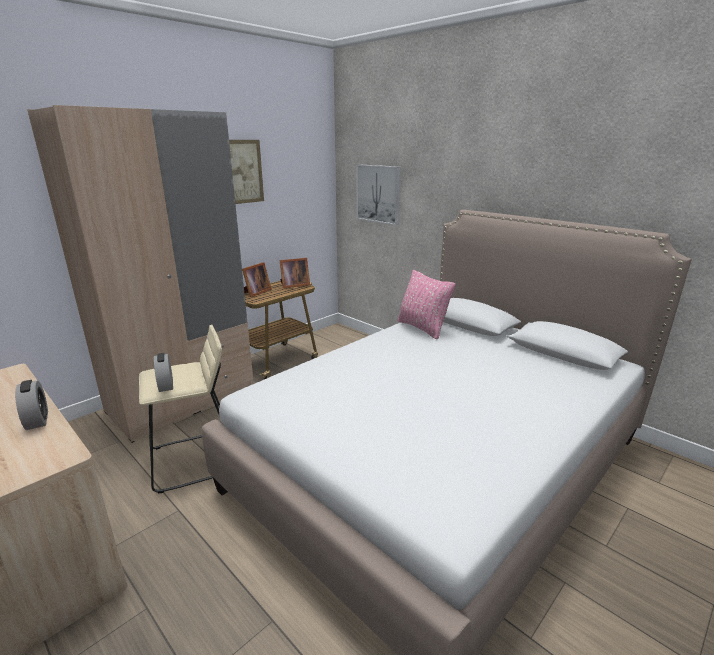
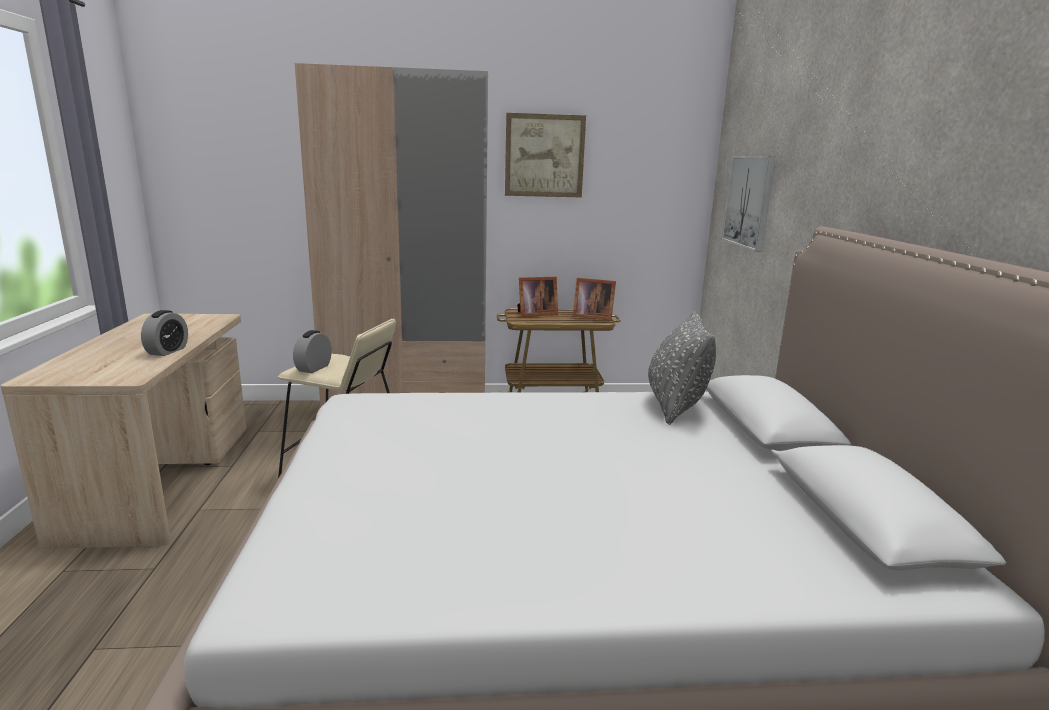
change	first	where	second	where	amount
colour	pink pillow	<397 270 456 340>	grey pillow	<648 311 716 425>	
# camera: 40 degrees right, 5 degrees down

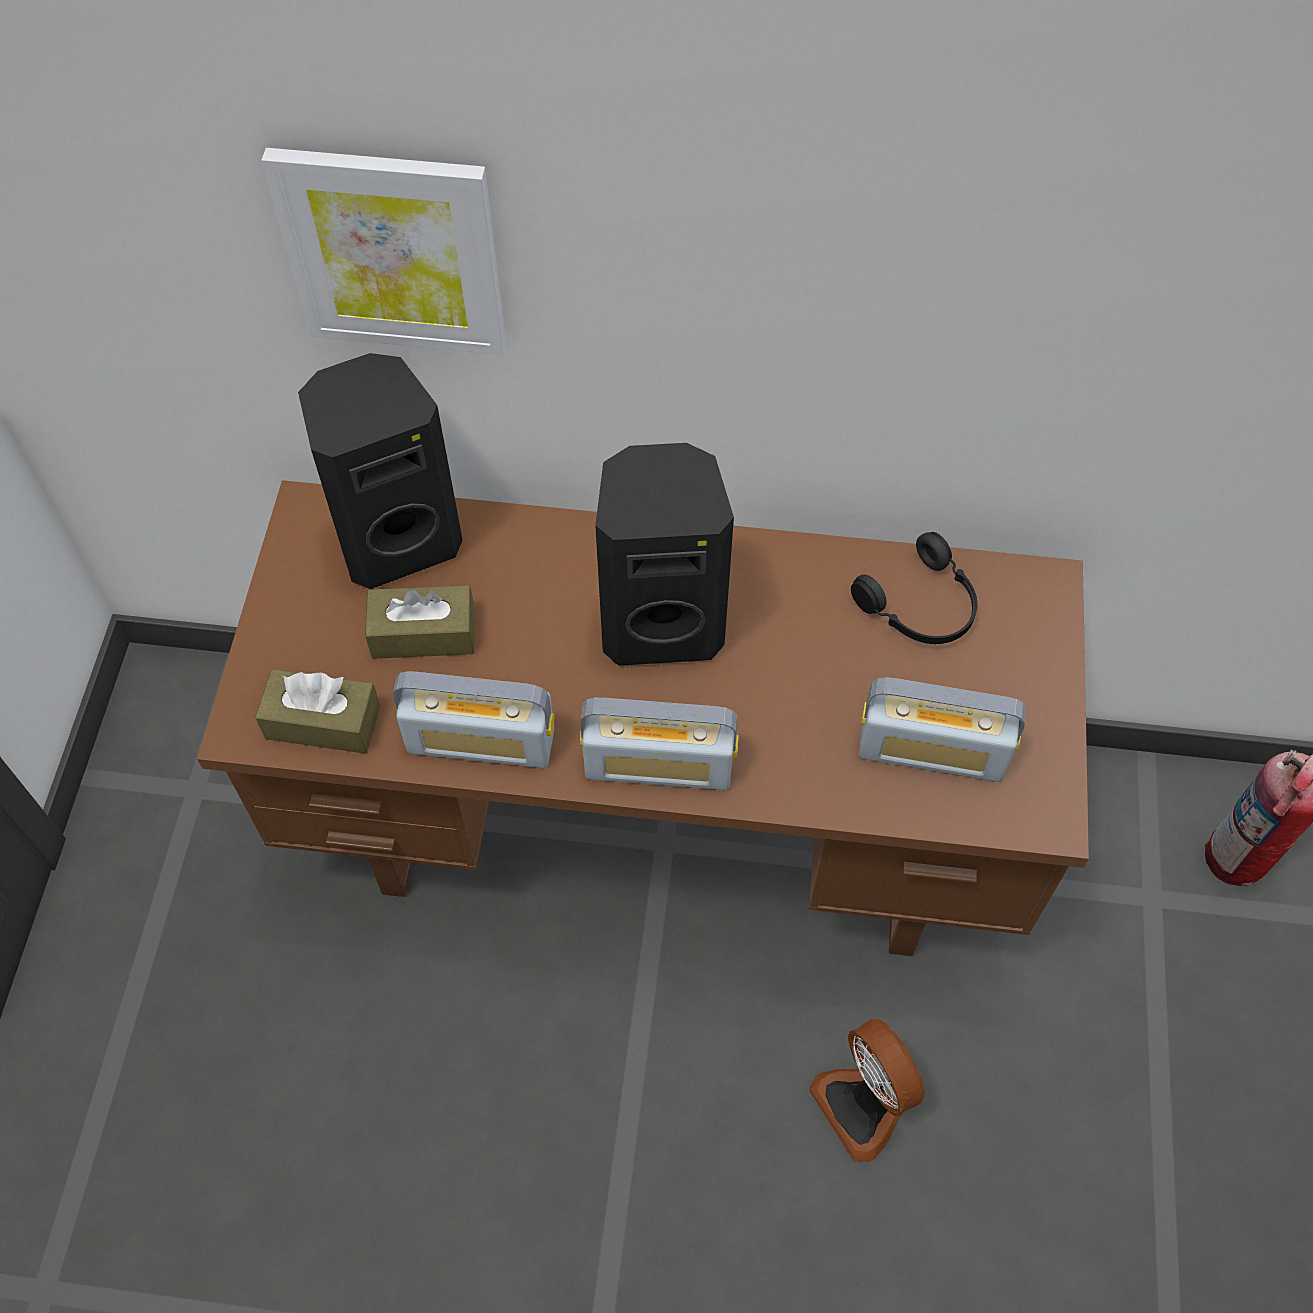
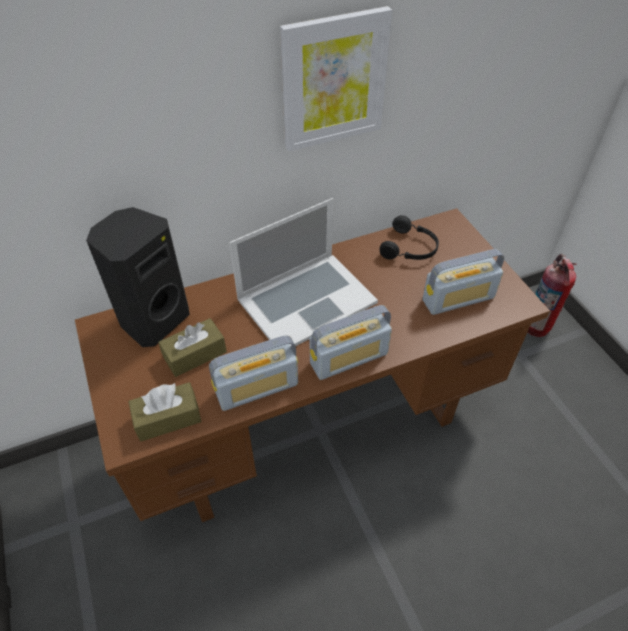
change	first	where	second	where	amount
relocated	picture	<261 148 507 355>		<280 6 392 151>	
exchanged	black speaker	<595 443 734 666>	laptop	<229 198 378 346>	
missing	fan	<809 1019 925 1162>			
# camera: 30 degrees left, 10 degrees down

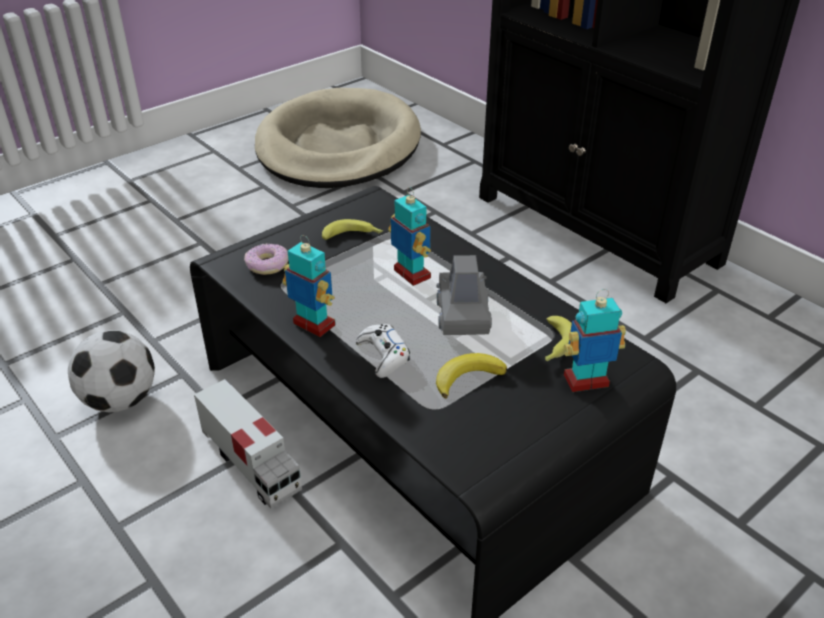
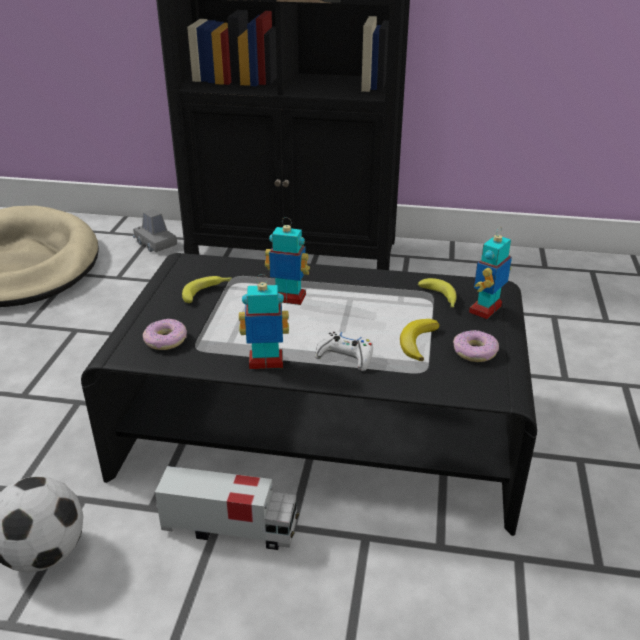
change	first	where	second	where	amount
relocated	grey toy car	<437 255 492 335>		<133 209 177 252>	
appeared			donut	<453 330 499 362>	
# camera: 40 degrees left, 5 degrees down

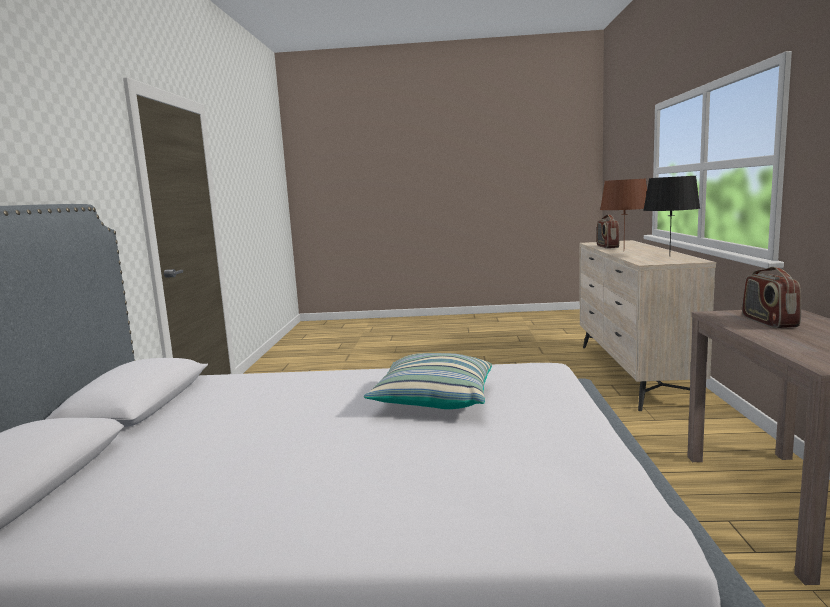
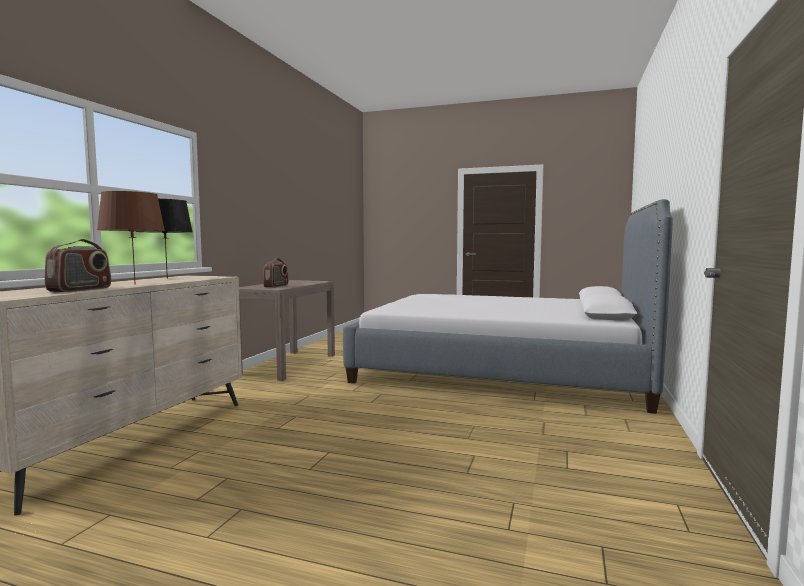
change	first	where	second	where	amount
missing	pillow	<364 353 492 409>			
# camera: 165 degrees left, 5 degrees down

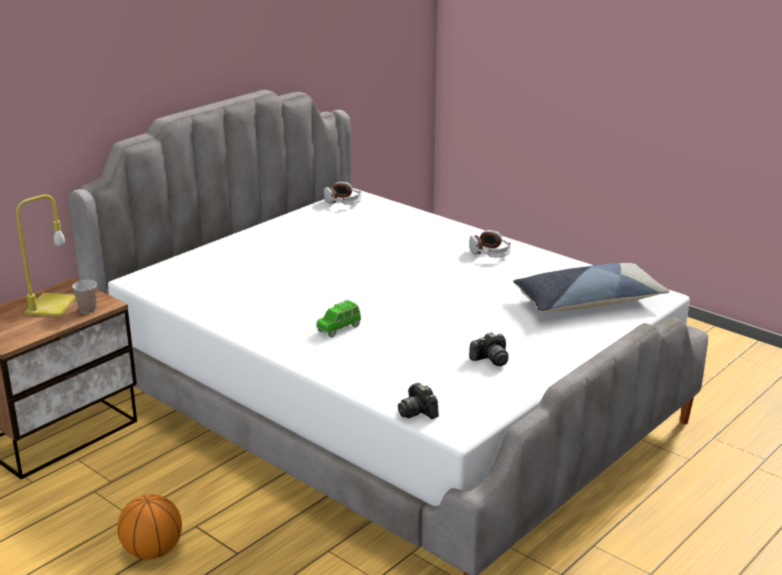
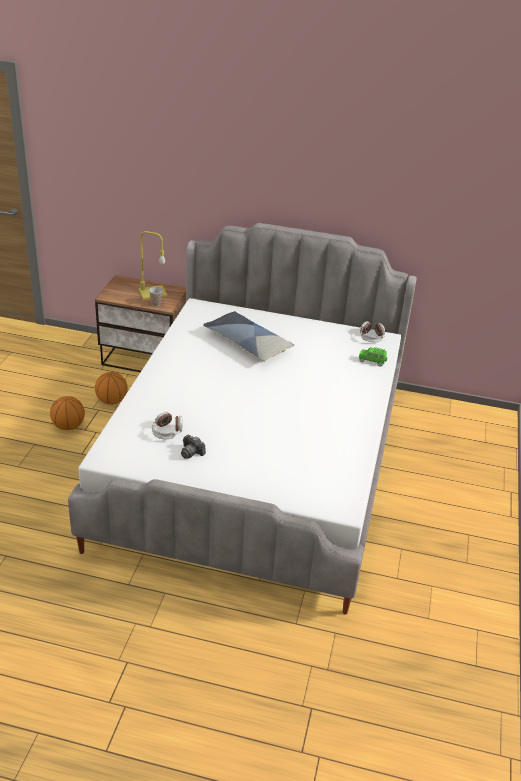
change	first	where	second	where	amount
relocated	headphones	<469 230 511 257>		<152 412 183 439>	
relocated	pillow	<513 263 670 312>		<203 311 294 362>	
relocated	green toy car	<316 300 361 337>		<359 347 387 367>	
missing	photo camera	<398 383 439 419>			
appeared			basketball	<95 372 128 405>	
# camera: 60 degrees right, 10 degrees up

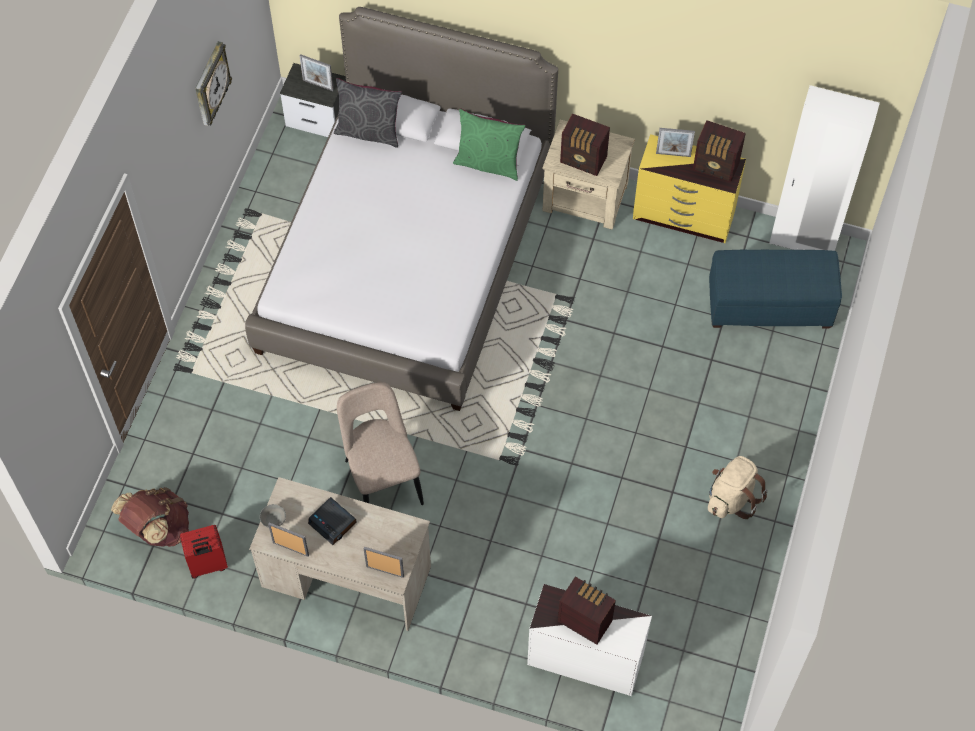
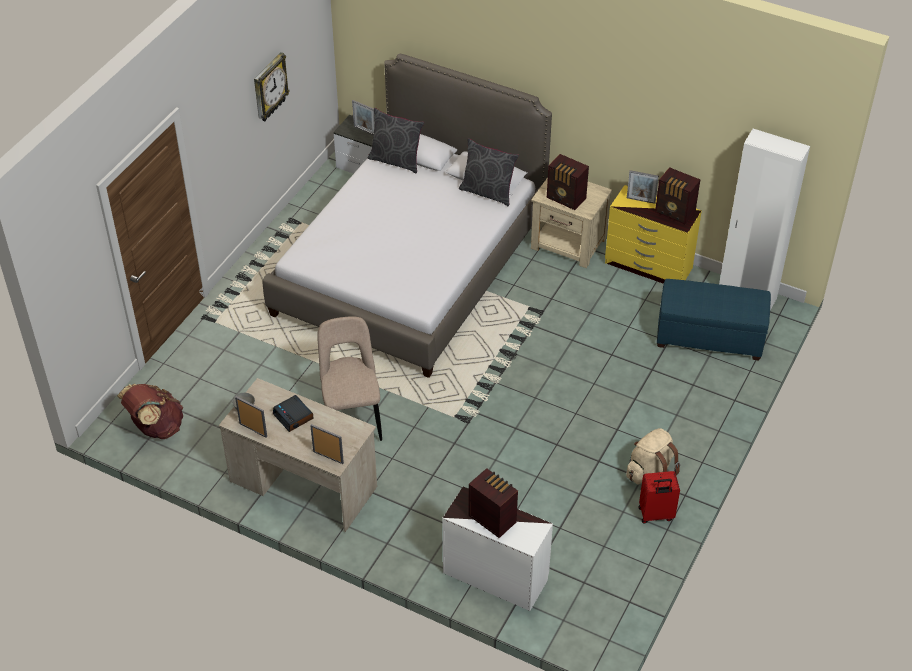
change	first	where	second	where	amount
colour	green pillow	<453 108 526 181>	grey pillow	<459 138 519 206>	
relocated	red suitcase	<180 525 228 579>		<638 471 680 524>	
# camera: 10 degrees right, 15 degrees down

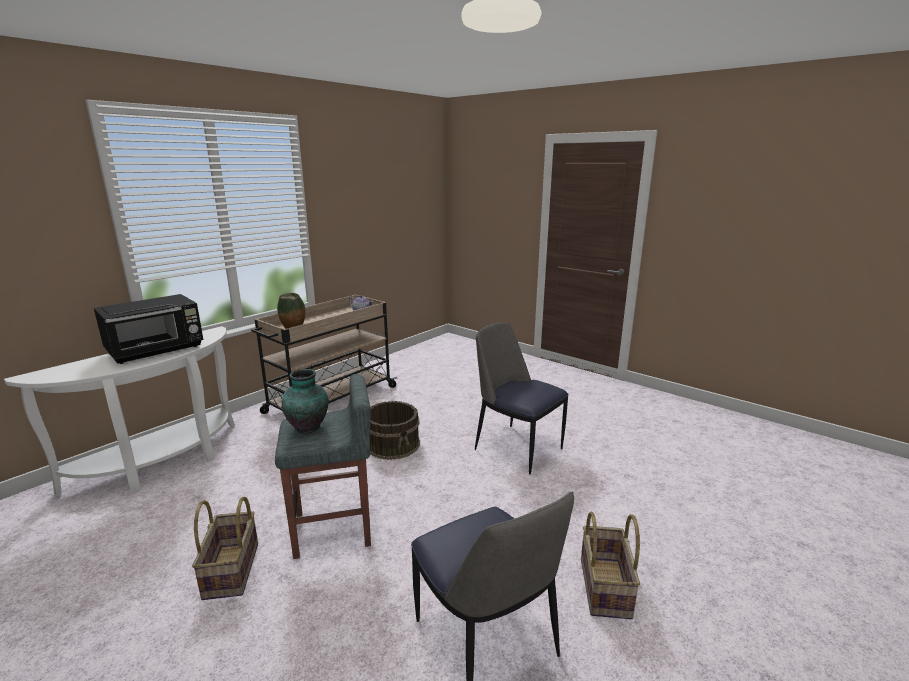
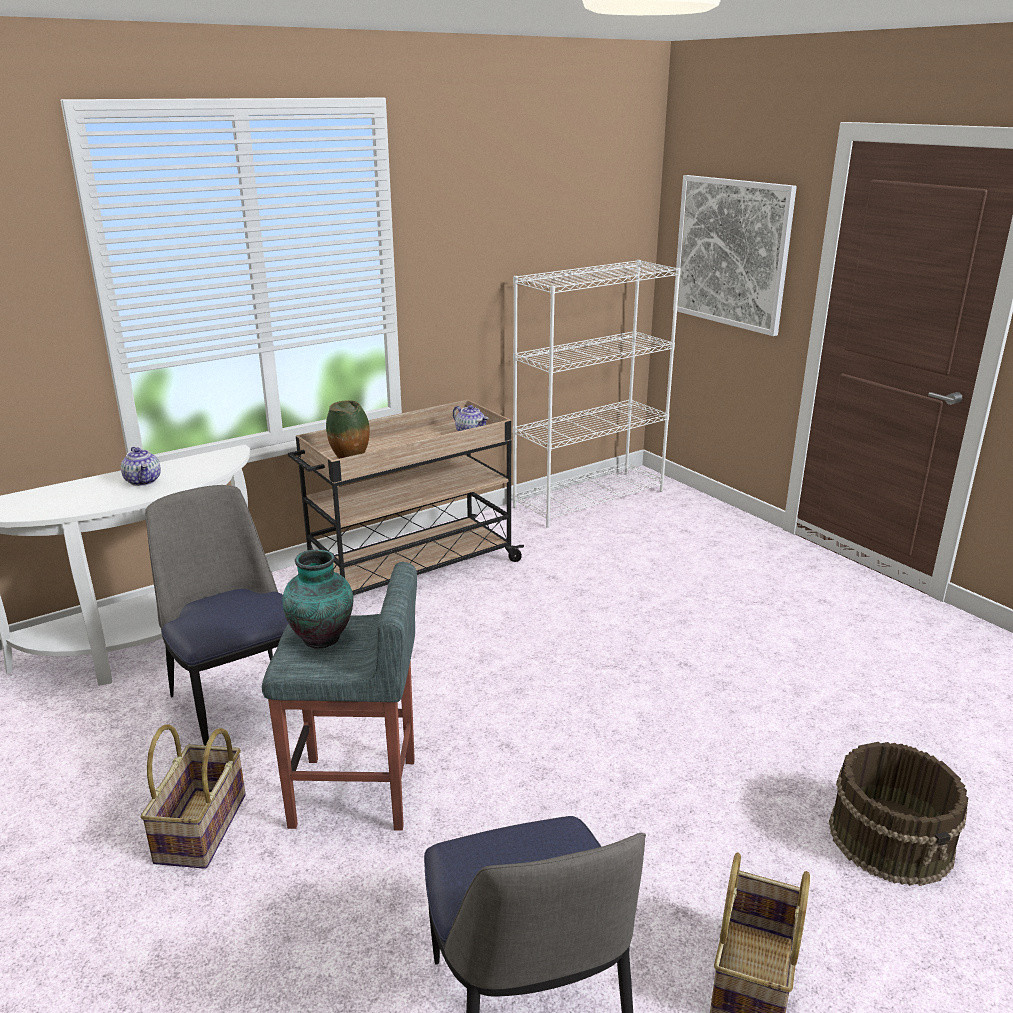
change	first	where	second	where	amount
exchanged	black microwave	<94 294 203 364>	teapot	<121 447 161 486>	
relocated	chair	<475 322 569 475>		<145 485 288 745>	
relocated	brown bucket	<370 401 420 460>		<829 742 968 886>	
appeared			picture	<673 175 797 336>	
appeared			white bookcase	<513 260 681 528>	
# camera: 15 degrees right, 5 degrees up

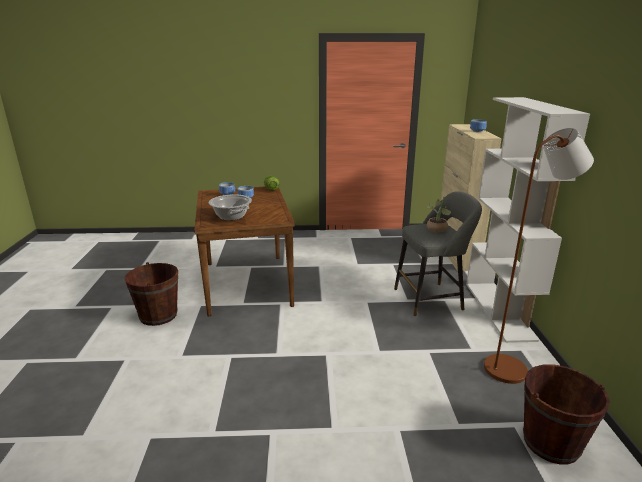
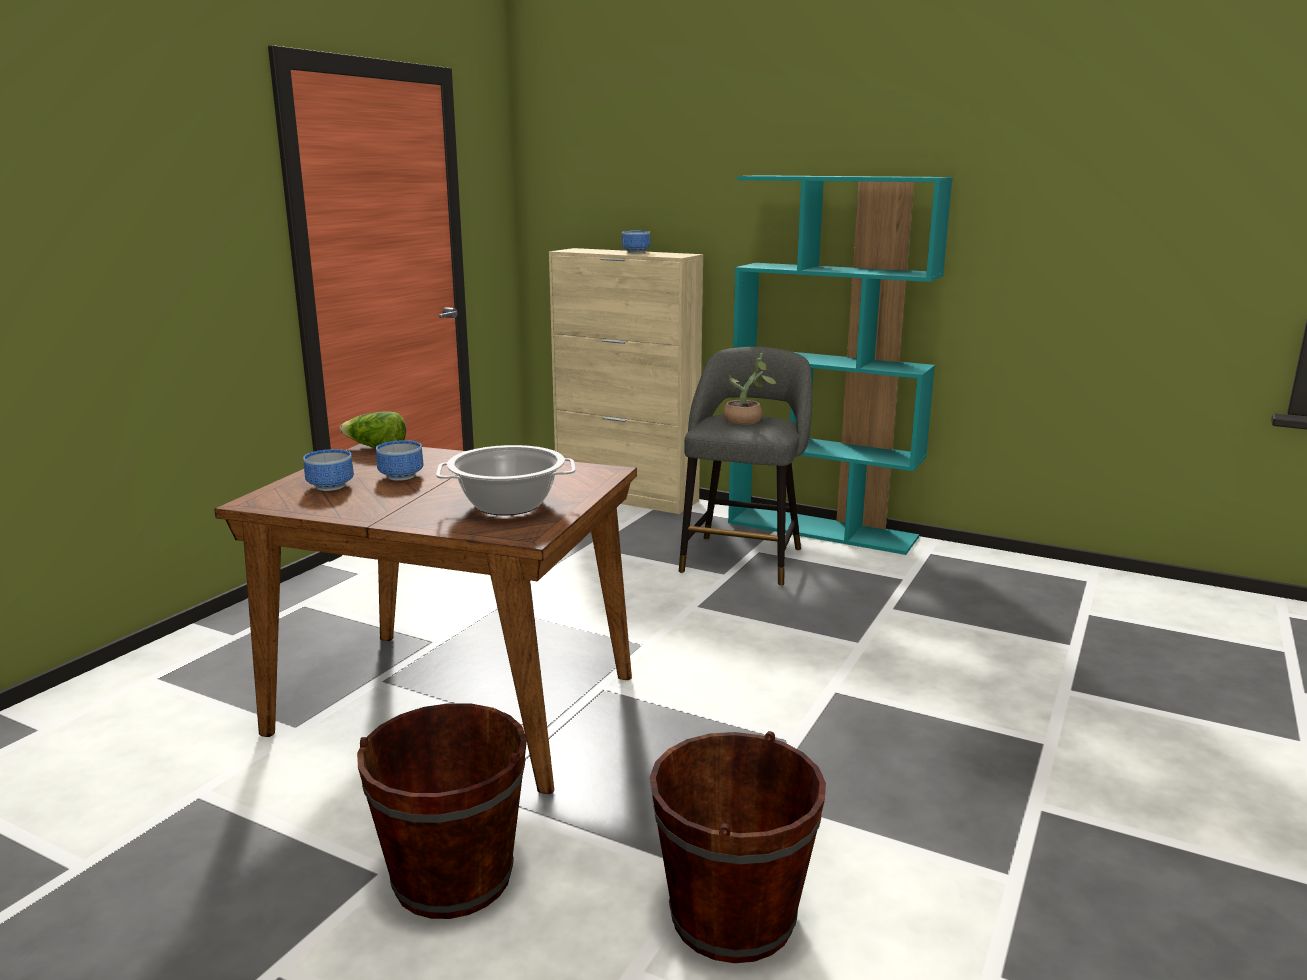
change	first	where	second	where	amount
colour	white bookcase	<466 97 590 343>	turquoise bookcase	<728 175 953 555>	
missing	brown floor lamp	<484 128 594 384>			
relocated	brown bucket	<523 365 610 464>		<650 731 826 963>	
# camera: 60 degrees left, 5 degrees down

